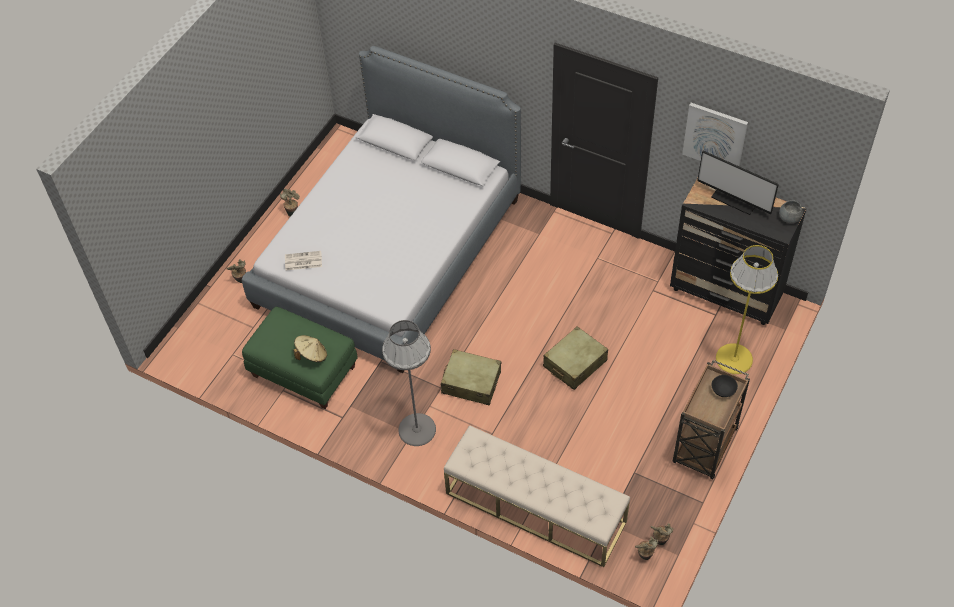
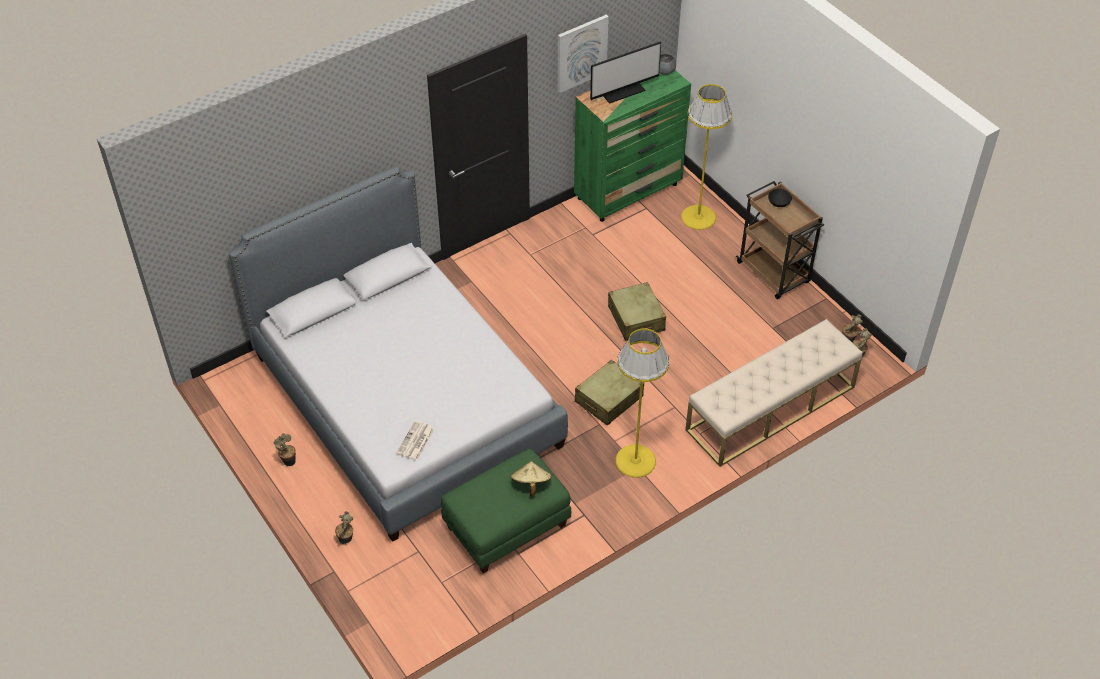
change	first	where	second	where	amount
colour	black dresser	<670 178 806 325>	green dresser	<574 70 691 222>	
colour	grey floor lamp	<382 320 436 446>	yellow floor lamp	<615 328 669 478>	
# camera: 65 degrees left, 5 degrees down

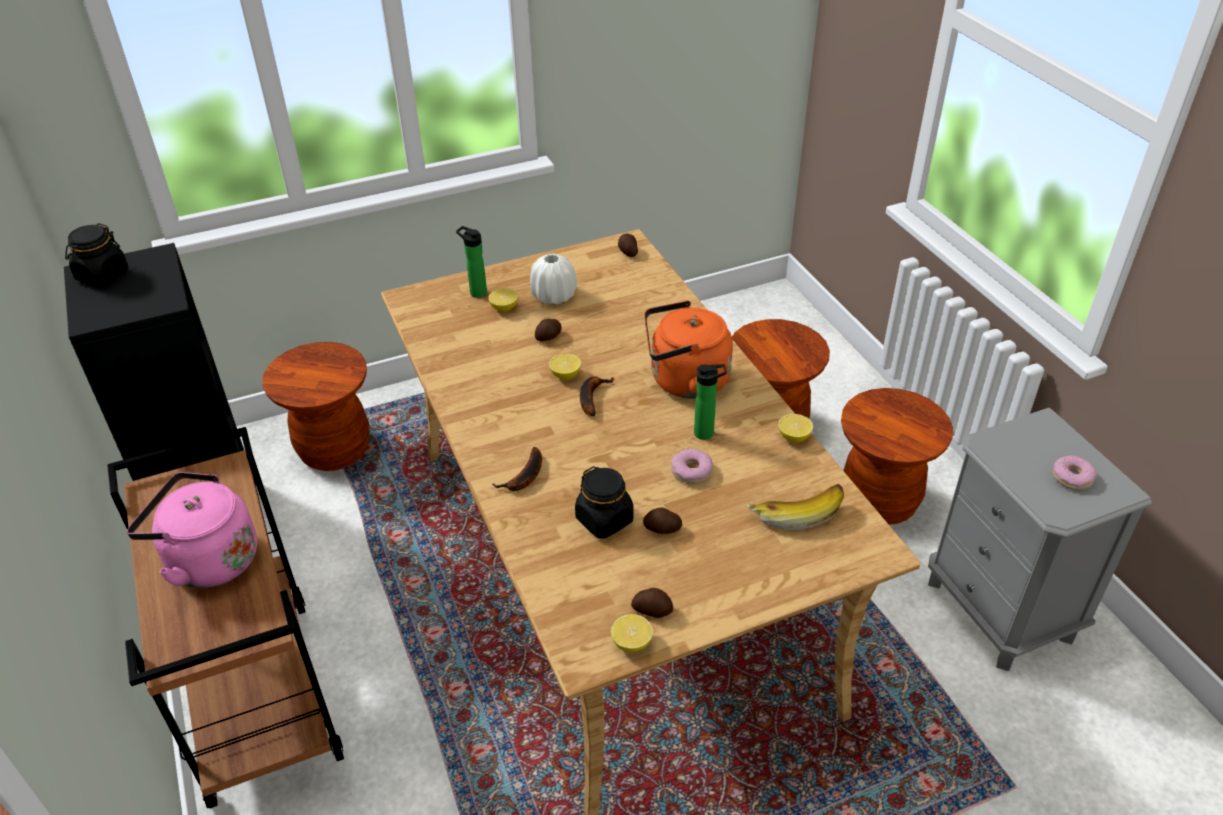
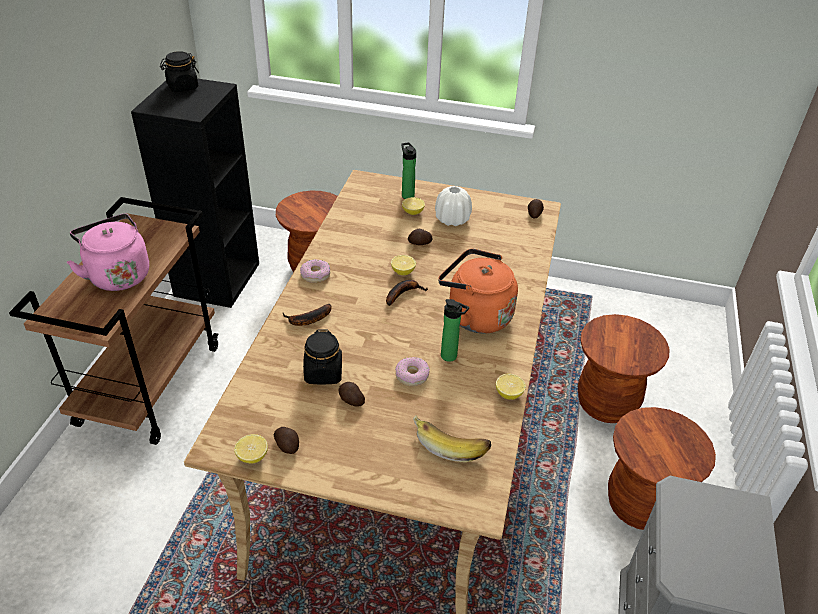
change	first	where	second	where	amount
relocated	donut	<1053 455 1097 490>		<300 259 330 283>	
# camera: 35 degrees right, 0 degrees up

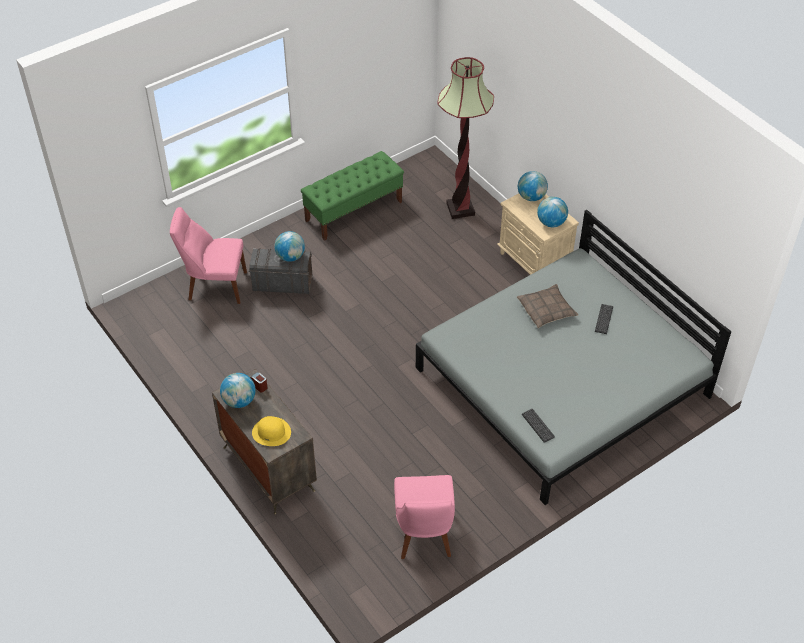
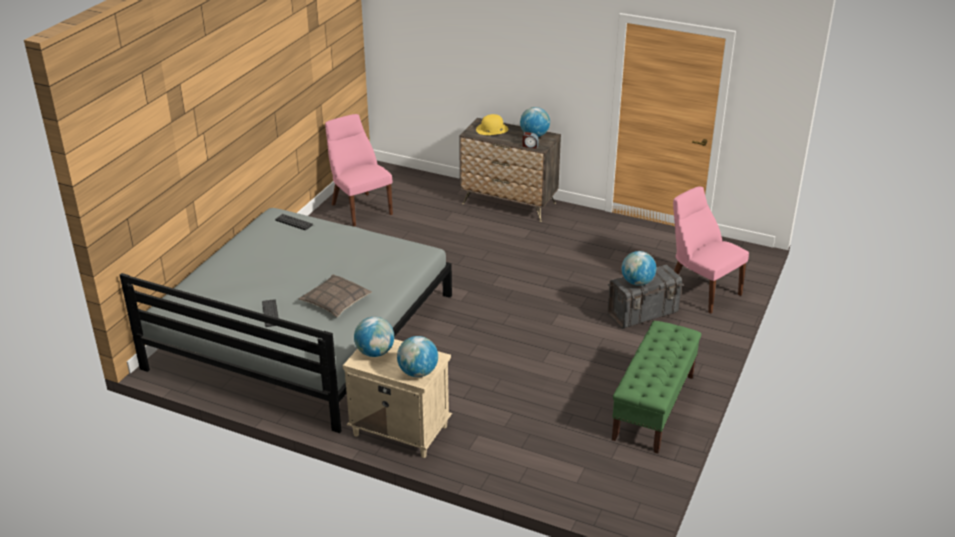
change	first	where	second	where	amount
missing	floor lamp	<437 57 494 219>			
spun	pink chair	<170 207 247 304>		<673 186 749 314>	105 degrees counterclockwise
# camera: 150 degrees right, 15 degrees down

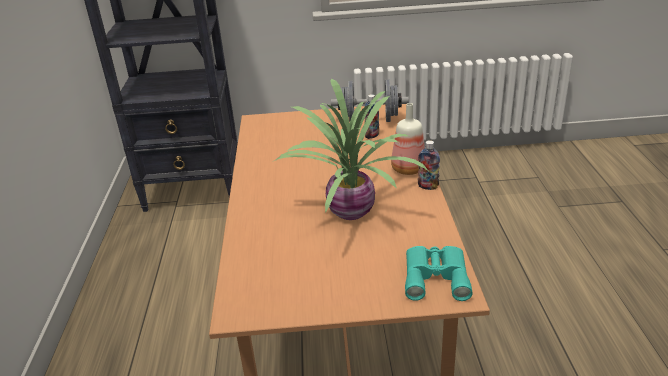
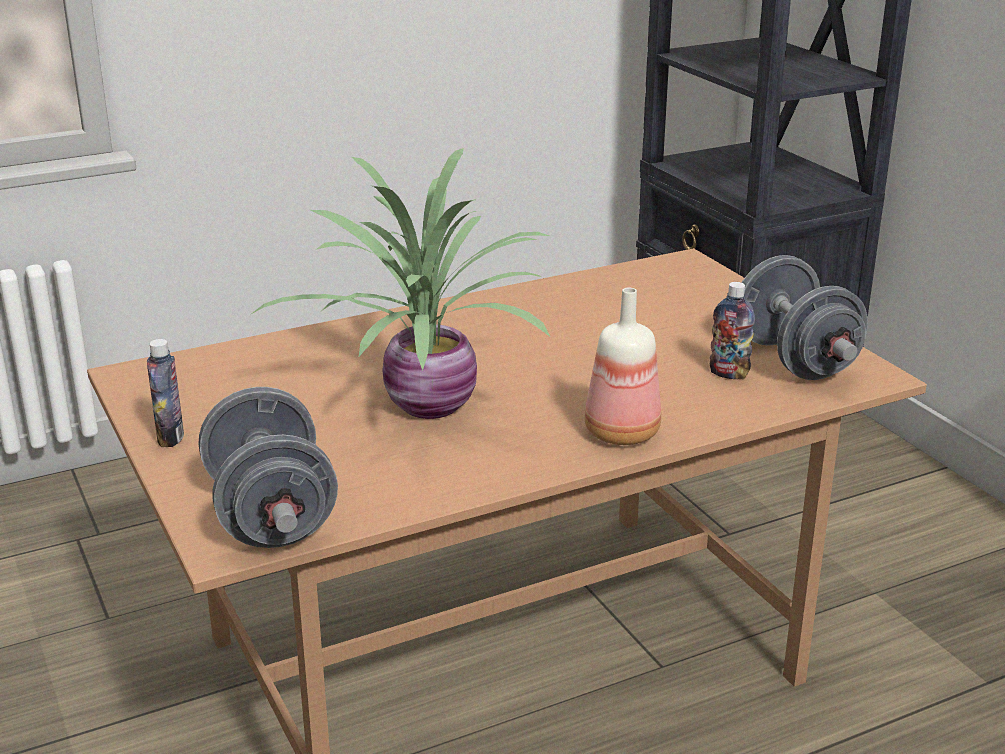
change	first	where	second	where	amount
relocated	bottle	<418 140 440 190>		<147 339 184 447>	
exchanged	turquoise binoculars	<405 246 473 301>	grey dumbbell	<198 387 338 548>	
# camera: 65 degrees right, 5 degrees down

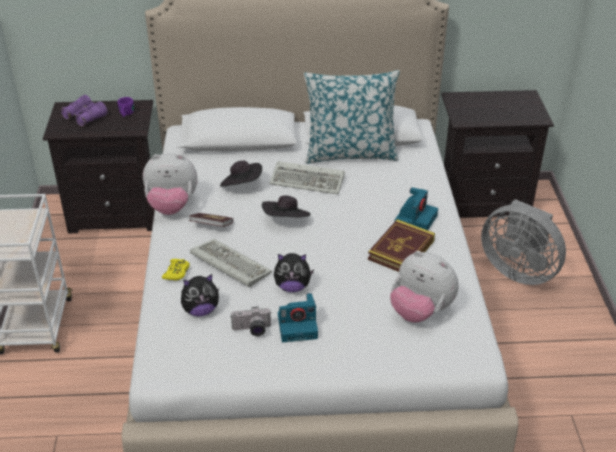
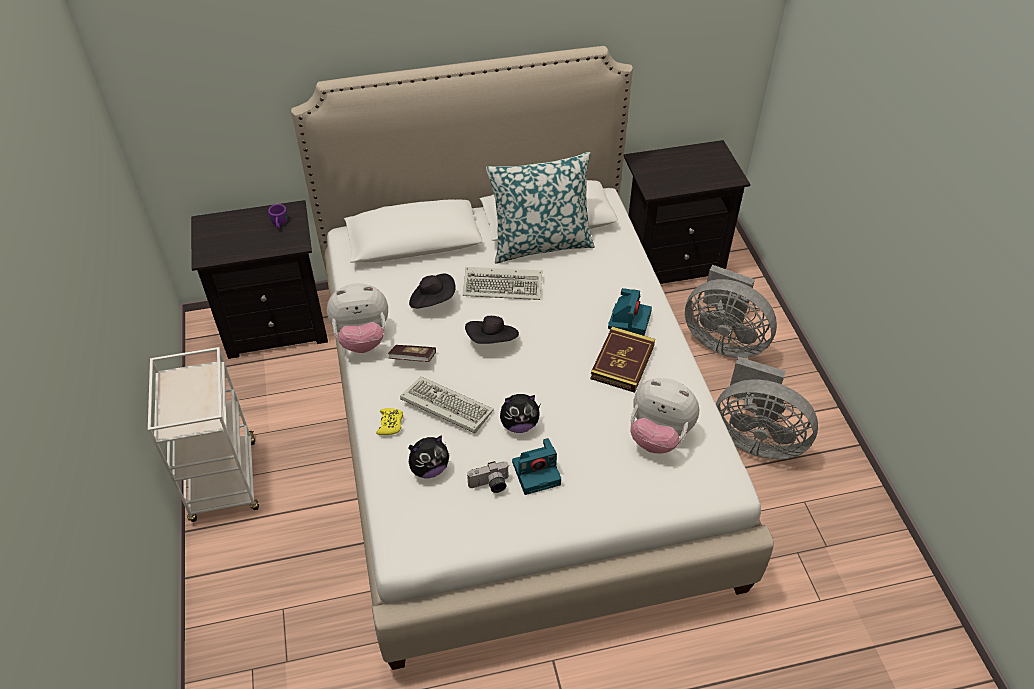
change	first	where	second	where	amount
missing	purple binoculars	<60 95 108 127>			
appeared			grey fan	<716 357 818 459>	
# camera: 10 degrees left, 10 degrees up

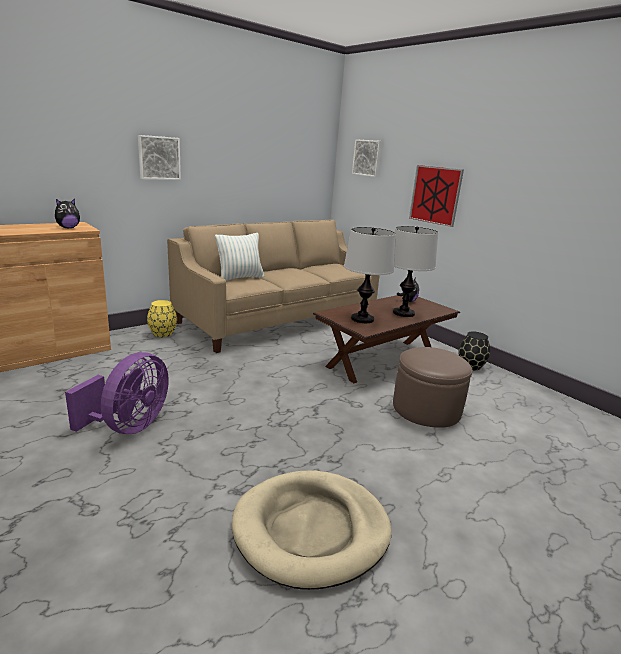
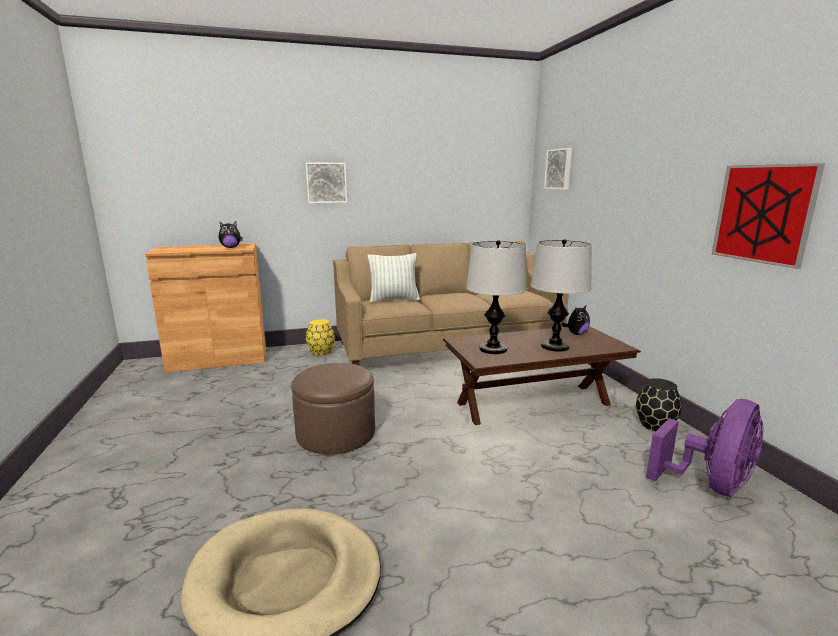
change	first	where	second	where	amount
relocated	picture	<409 165 464 227>		<712 163 825 269>	
relocated	brown ottoman	<393 347 472 428>		<291 363 375 455>	
relocated	purple fan	<65 352 169 434>		<646 399 764 497>	
# camera: 25 degrees right, 5 degrees down

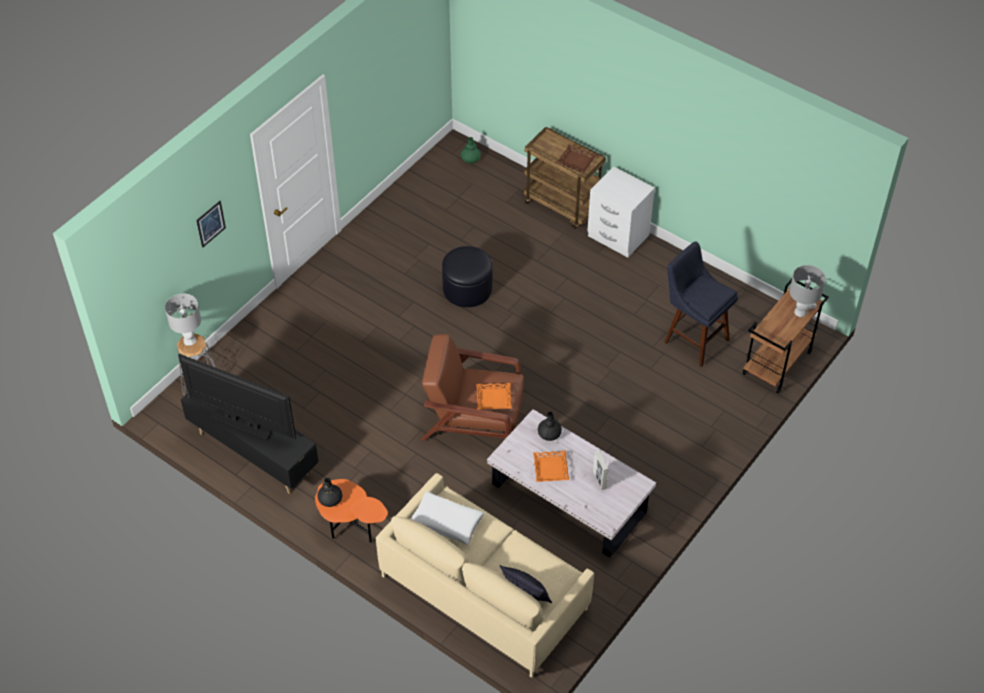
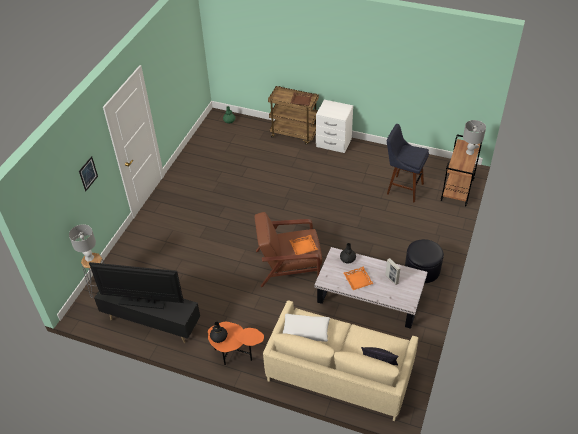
change	first	where	second	where	amount
relocated	black ottoman	<442 246 493 307>		<405 239 444 283>	
# camera: 15 degrees left, 5 degrees down

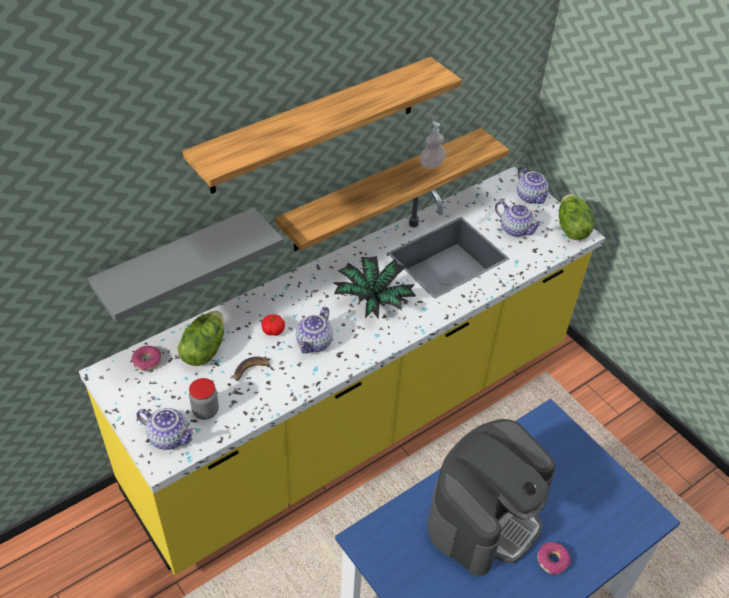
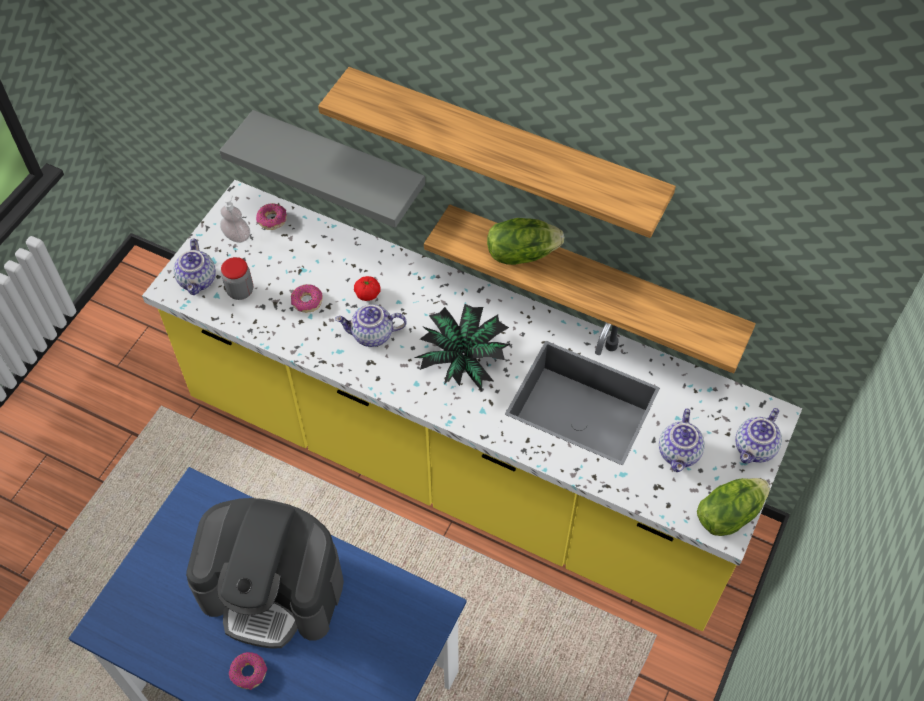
change	first	where	second	where	amount
relocated	soap dispenser	<420 122 446 169>		<220 195 250 243>	
relocated	lettuce	<178 311 224 366>		<487 218 564 265>	
exchanged	banana	<234 357 274 381>	donut	<291 284 323 313>	
# camera: 65 degrees right, 10 degrees up

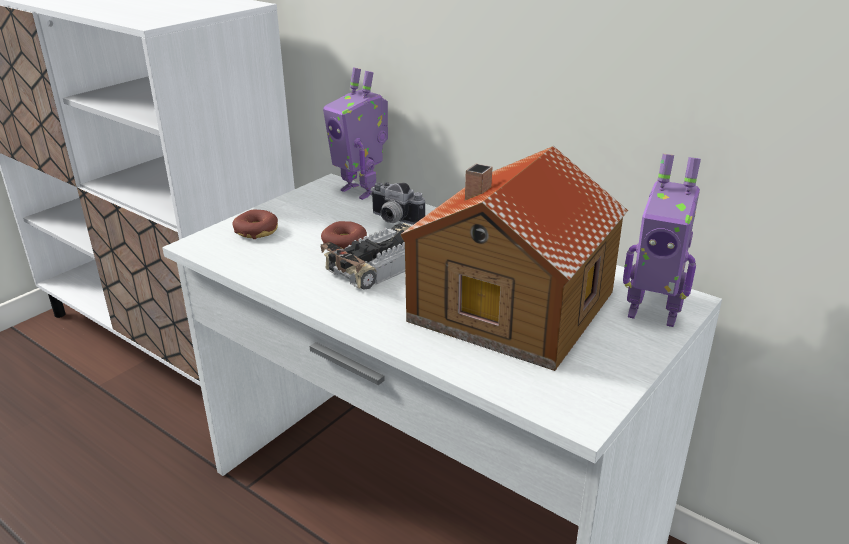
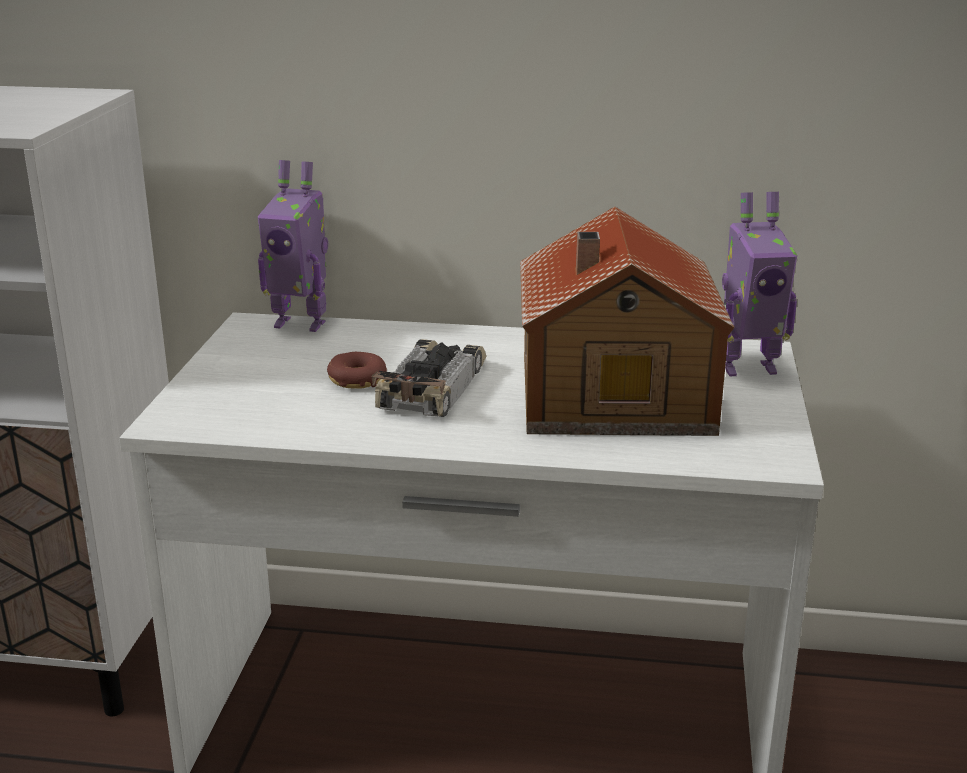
change	first	where	second	where	amount
missing	photo camera	<370 182 425 225>			
missing	donut	<233 210 278 239>			
# camera: 30 degrees left, 5 degrees down

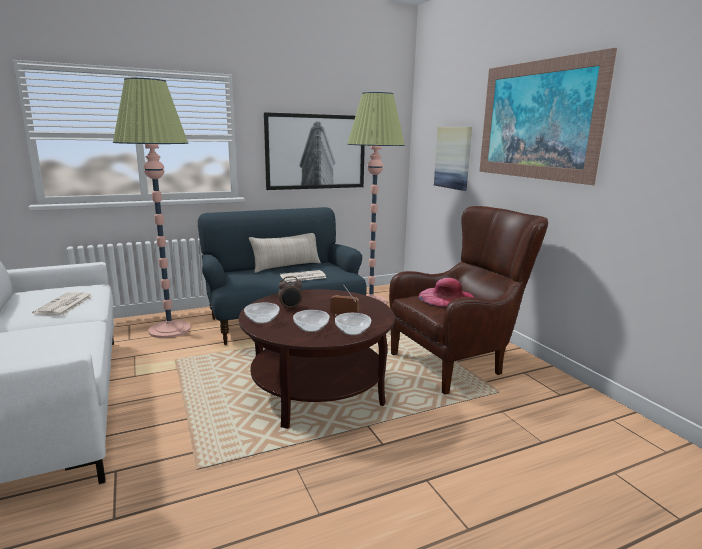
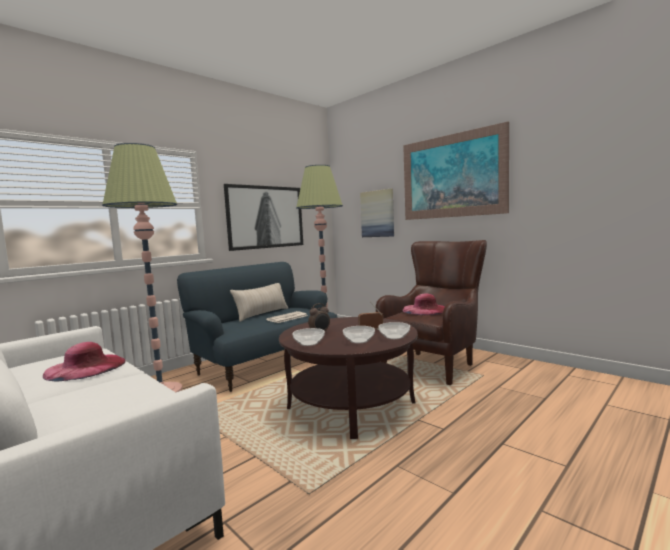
change	first	where	second	where	amount
exchanged	newspaper	<32 292 93 315>	pink hat	<43 342 126 381>	
# camera: 20 degrees left, 10 degrees down

